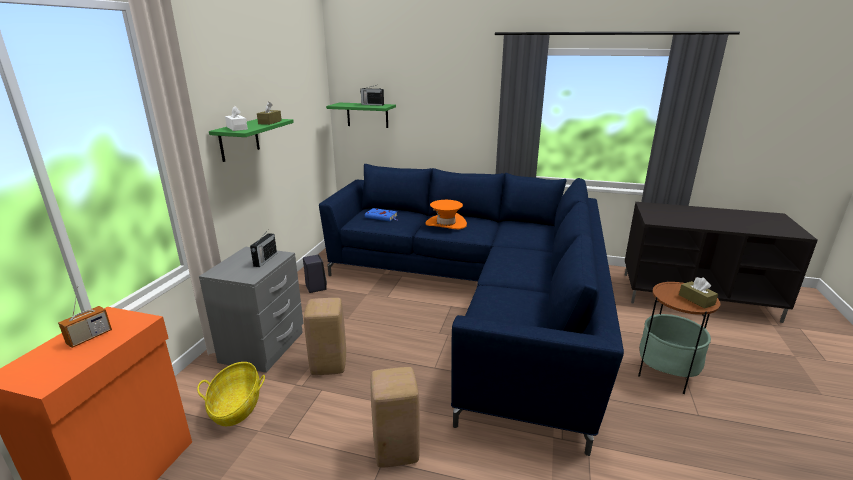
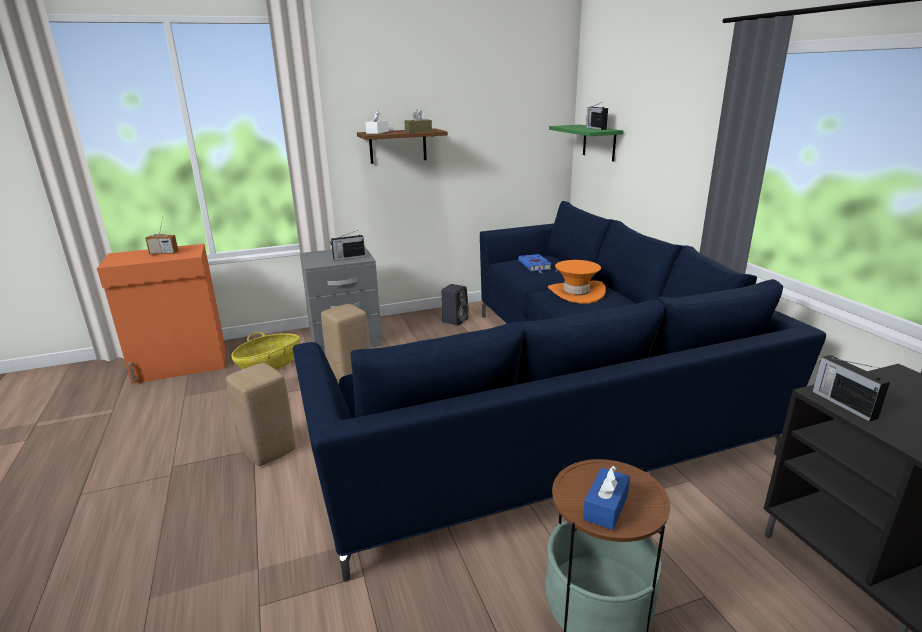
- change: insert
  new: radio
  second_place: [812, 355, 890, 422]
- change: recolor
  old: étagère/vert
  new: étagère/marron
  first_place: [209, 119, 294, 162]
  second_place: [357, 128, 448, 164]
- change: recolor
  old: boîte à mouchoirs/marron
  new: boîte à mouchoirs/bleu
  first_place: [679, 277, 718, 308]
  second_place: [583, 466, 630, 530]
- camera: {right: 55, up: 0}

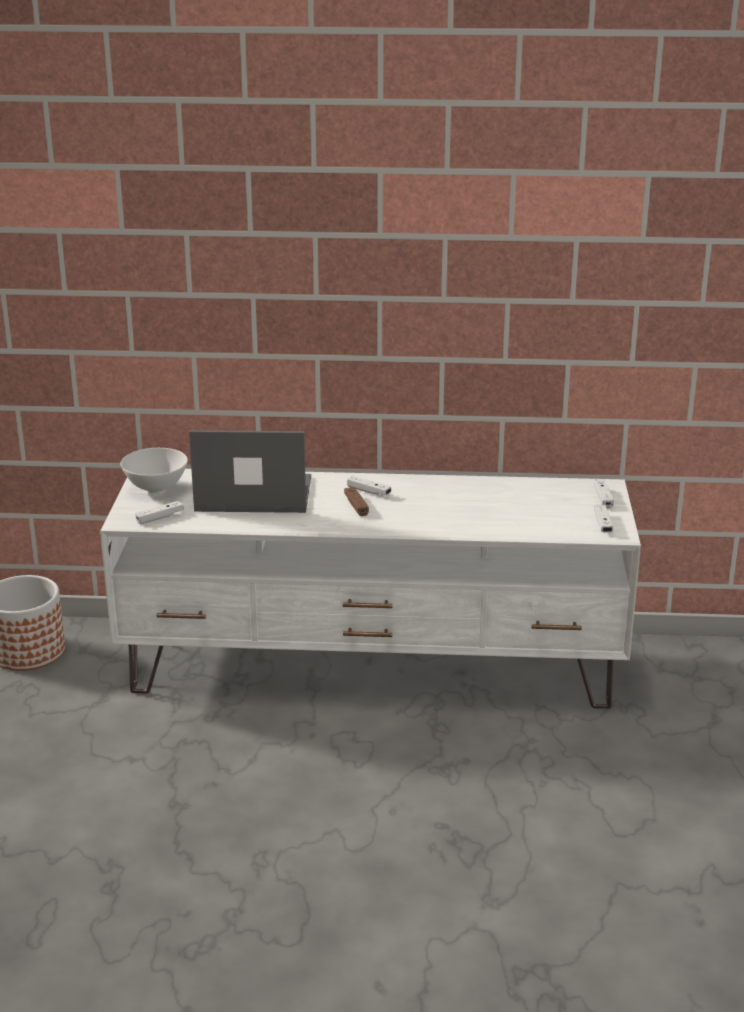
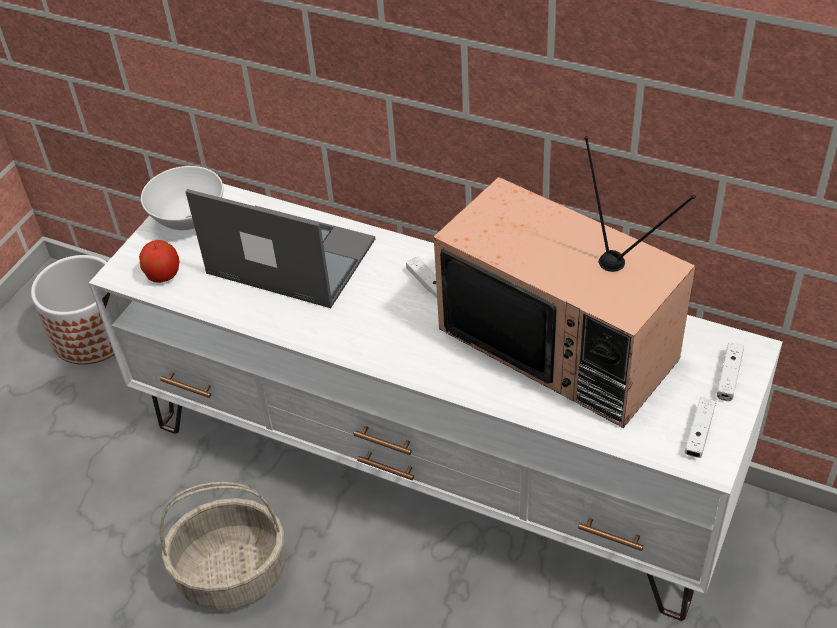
- change: delete
  old: manette/marron
  first_place: [344, 487, 369, 516]
- change: insert
  new: panier
  second_place: [160, 482, 285, 610]
- change: insert
  new: téléviseur
  second_place: [434, 136, 696, 428]
- change: replace
  old: manette/blanc
  new: pomme
  first_place: [135, 501, 184, 525]
  second_place: [139, 240, 180, 283]
- camera: {right: 25, up: 20}

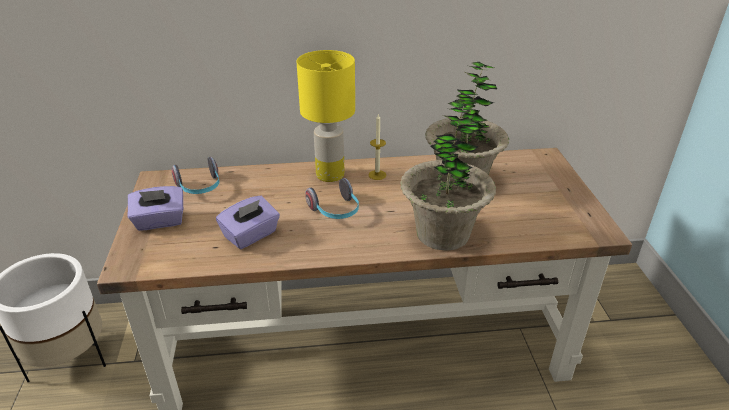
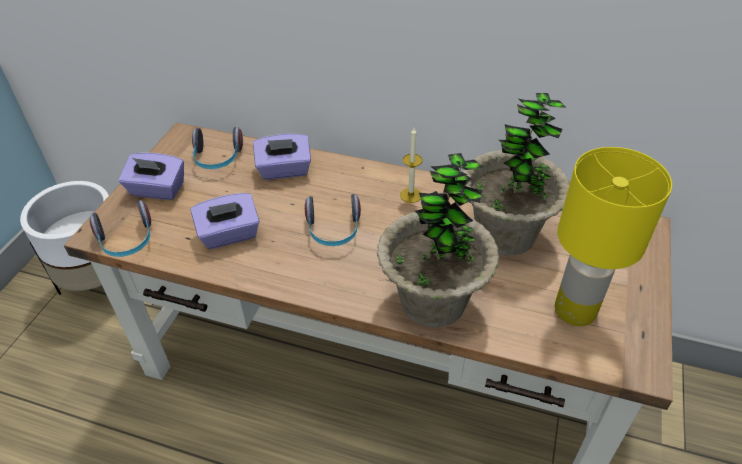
- change: insert
  new: casque audio
  second_place: [90, 200, 151, 257]
- change: insert
  new: boîte à mouchoirs/violet
  second_place: [253, 134, 311, 180]
- change: move
  old: lampe de table/jaune
  first_place: [297, 50, 355, 182]
  second_place: [555, 147, 672, 326]
- camera: {right: 25, up: 10}

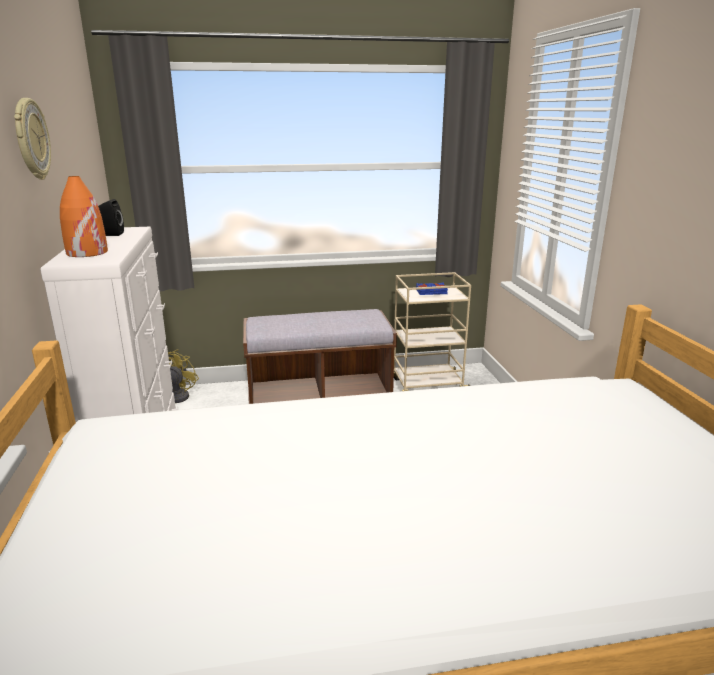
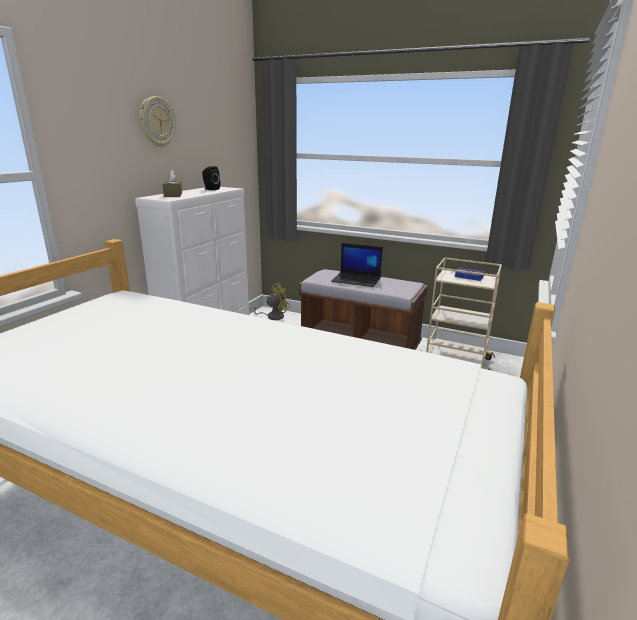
- change: insert
  new: ordinateur portable
  second_place: [331, 243, 383, 287]
- change: replace
  old: vase/orange
  new: boîte à mouchoirs/marron
  first_place: [60, 176, 108, 257]
  second_place: [163, 170, 182, 197]
- camera: {right: 35, up: 0}

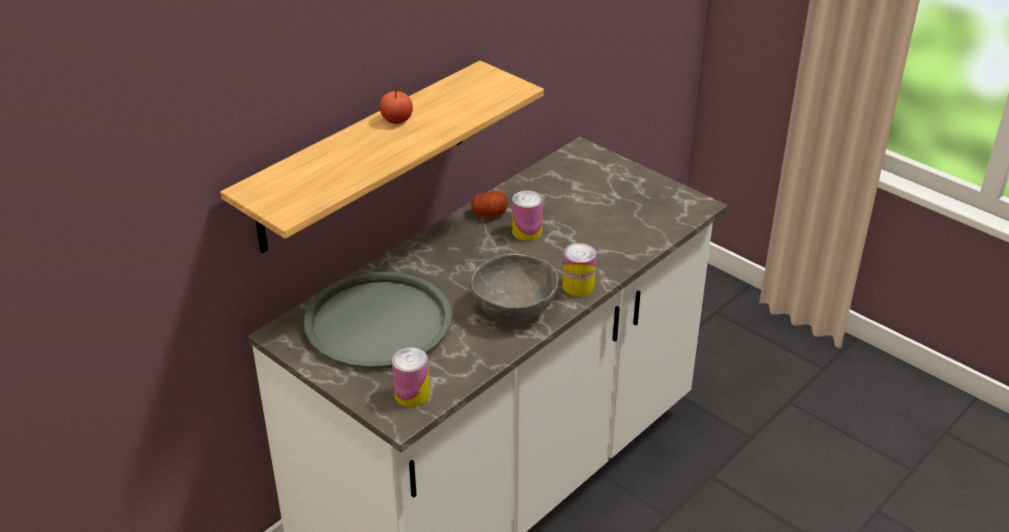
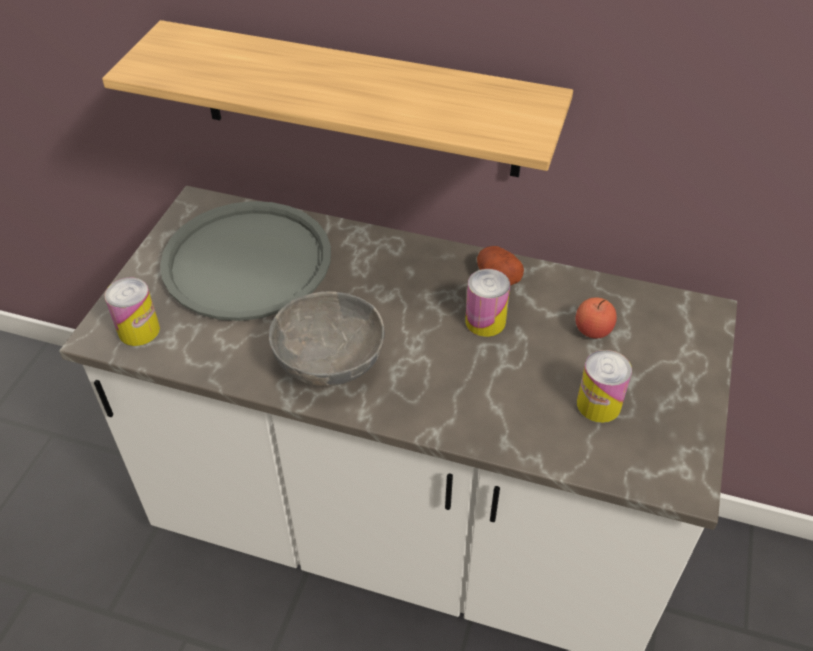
- change: move
  old: pomme
  first_place: [380, 87, 413, 124]
  second_place: [576, 297, 617, 339]
- change: move
  old: boîte métallique
  first_place: [563, 243, 596, 297]
  second_place: [577, 350, 632, 423]
- camera: {right: 65, up: 10}

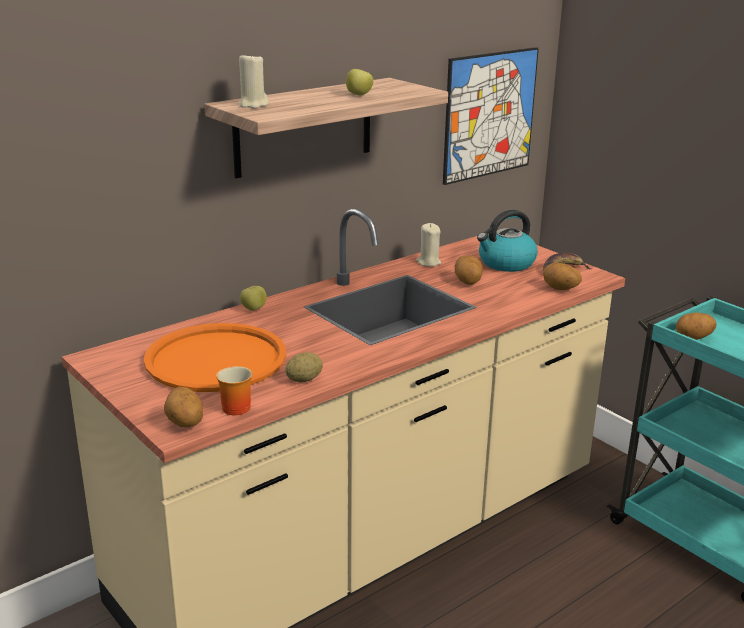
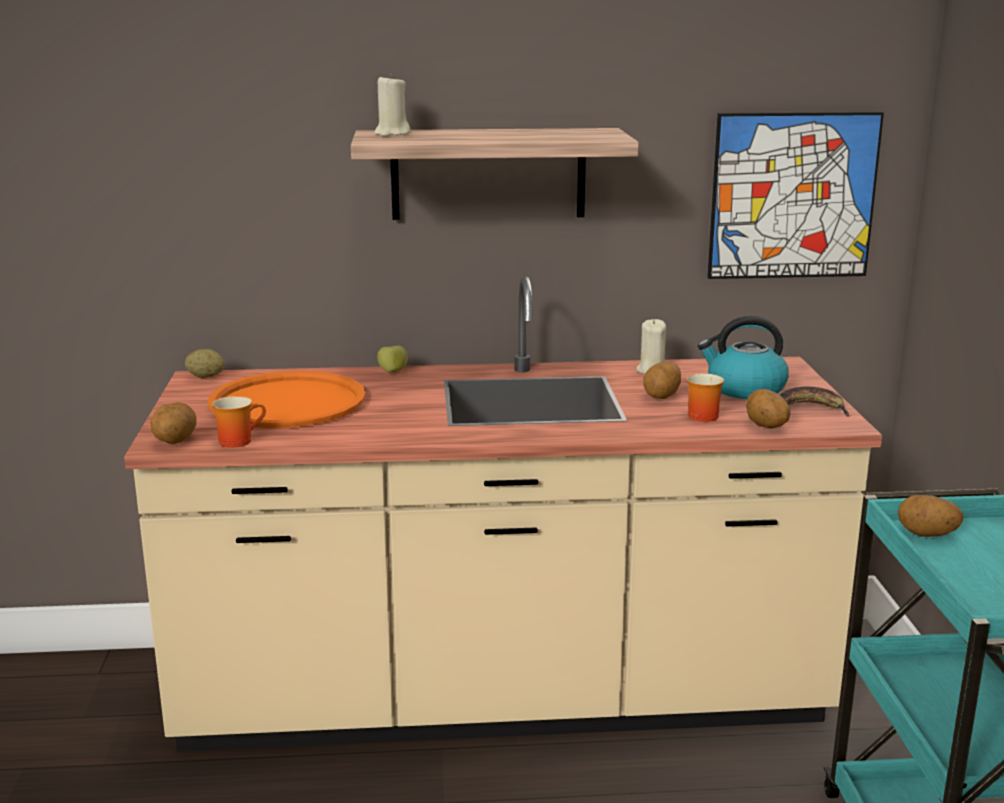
- change: delete
  old: pomme
  first_place: [346, 69, 373, 95]
- change: insert
  new: mug
  second_place: [686, 373, 724, 422]
- change: move
  old: pomme de terre
  first_place: [285, 352, 323, 382]
  second_place: [185, 349, 225, 378]
- camera: {right: 35, up: -5}

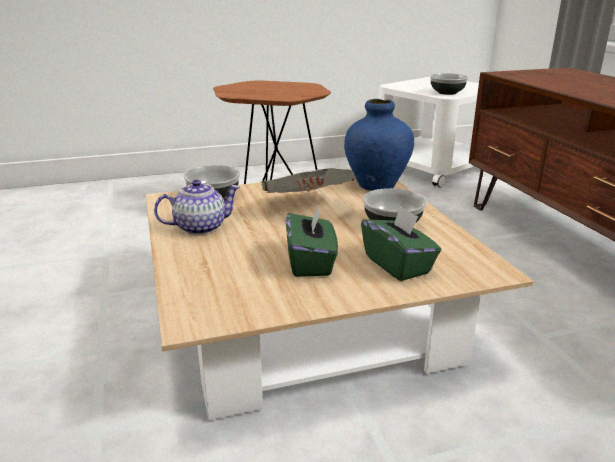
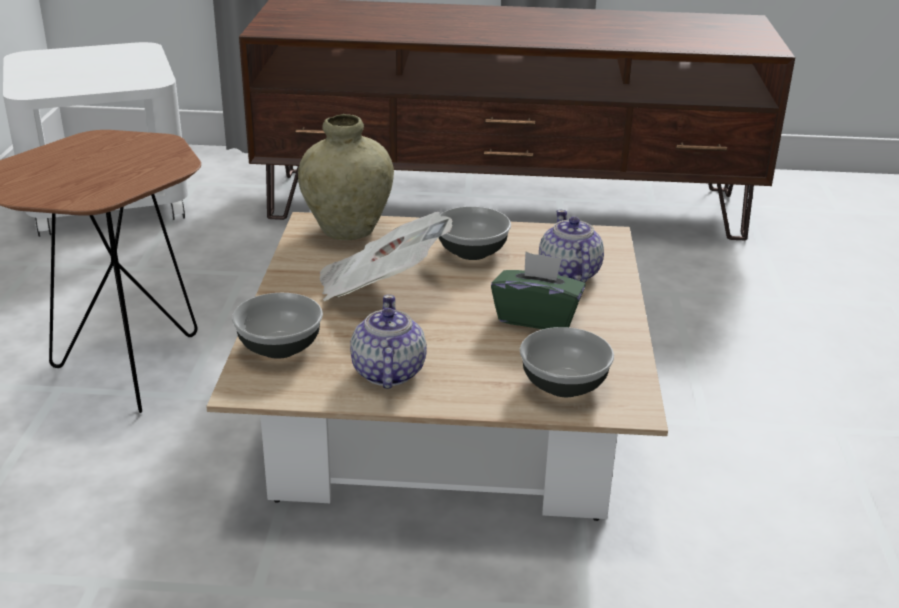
- change: move
  old: bol
  first_place: [430, 73, 468, 95]
  second_place: [520, 327, 614, 397]
- change: replace
  old: boîte à mouchoirs/vert
  new: théière
  first_place: [361, 205, 441, 281]
  second_place: [539, 210, 604, 283]
- change: recolor
  old: vase/bleu
  new: vase/beige
  first_place: [344, 99, 414, 191]
  second_place: [298, 114, 394, 240]
- camera: {right: -70, up: 5}

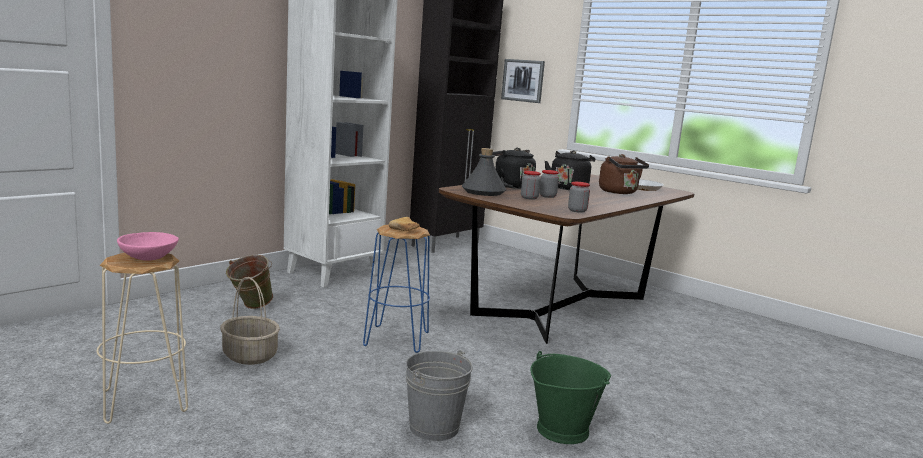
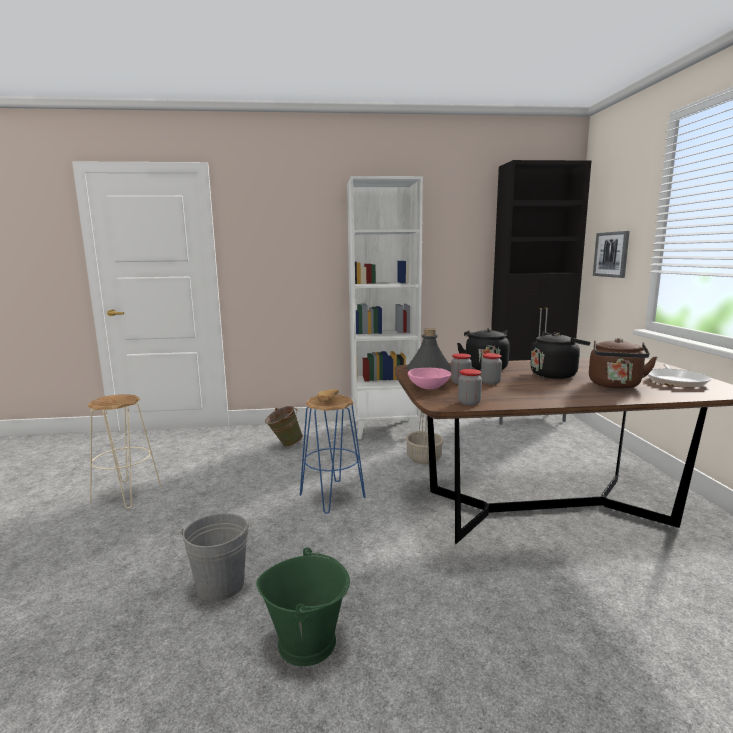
- change: move
  old: bol/rose
  first_place: [117, 232, 179, 261]
  second_place: [408, 368, 451, 389]
- change: move
  old: panier
  first_place: [220, 277, 280, 365]
  second_place: [406, 411, 443, 464]
- camera: {right: 45, up: 0}

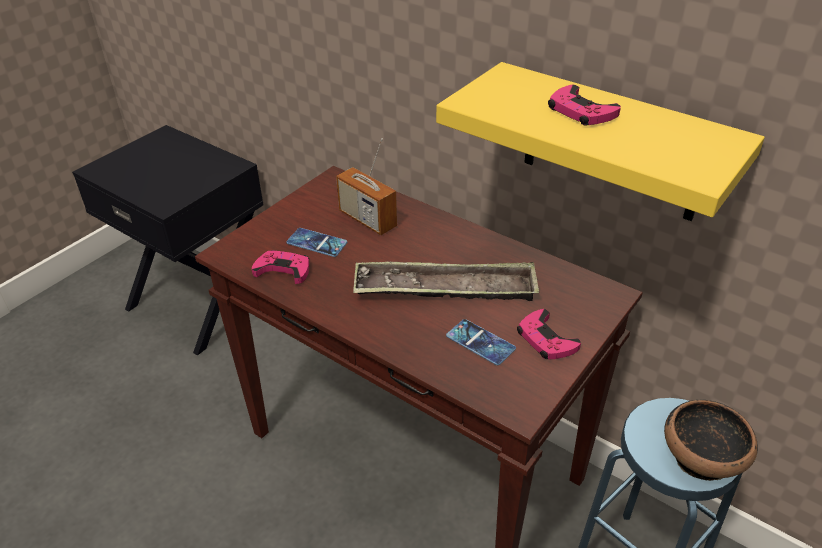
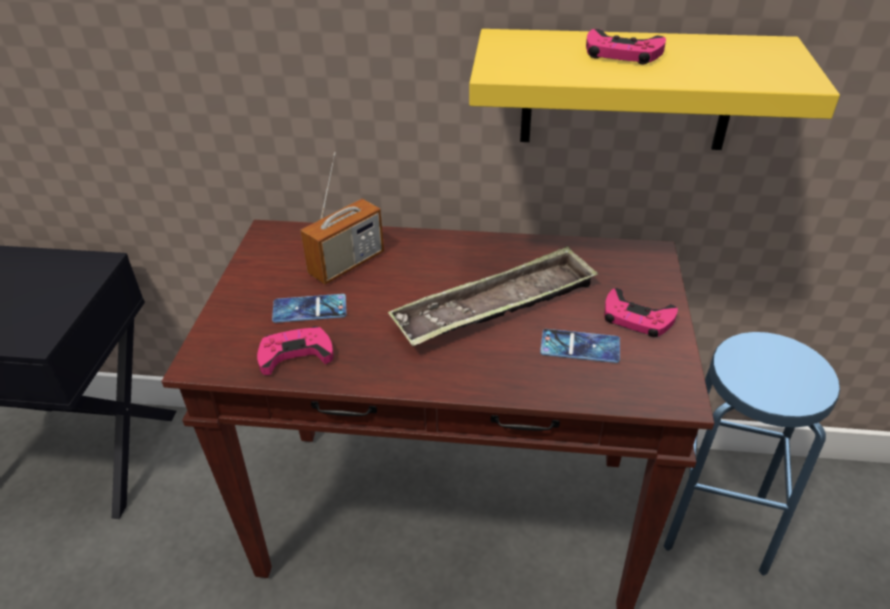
- change: delete
  old: bol
  first_place: [664, 400, 758, 481]
- change: rotate
  old: radio
  first_place: [336, 138, 397, 235]
  second_place: [300, 152, 384, 284]
  degrees: -60
- camera: {right: -30, up: 0}

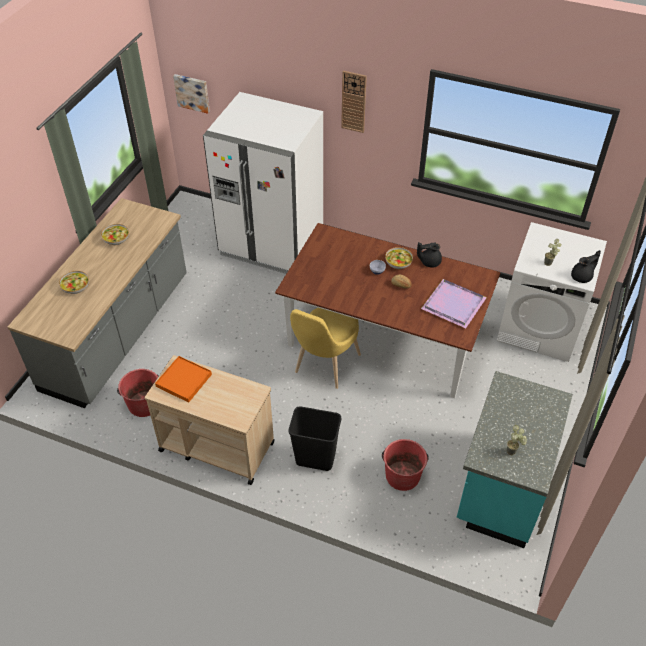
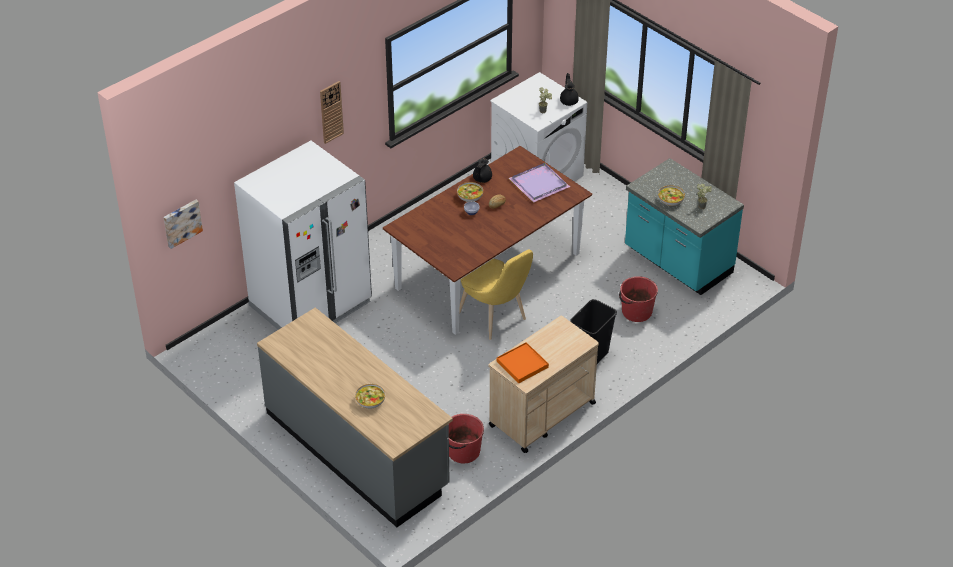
- change: move
  old: bol
  first_place: [101, 224, 129, 245]
  second_place: [658, 185, 685, 206]
- camera: {right: -65, up: -5}

